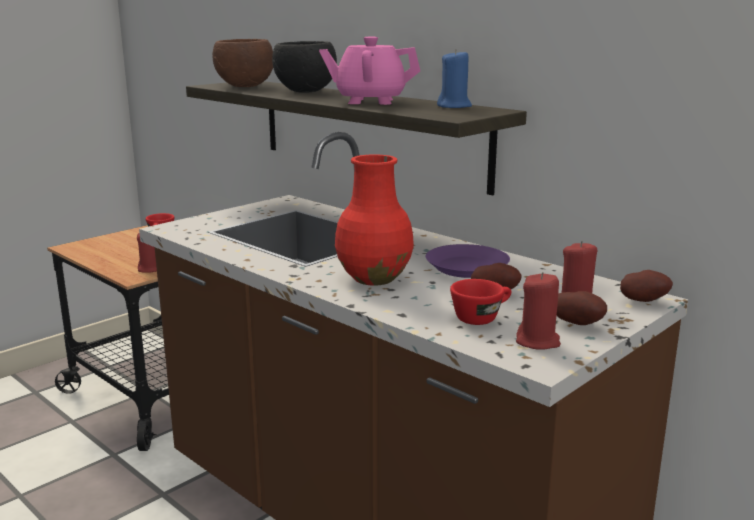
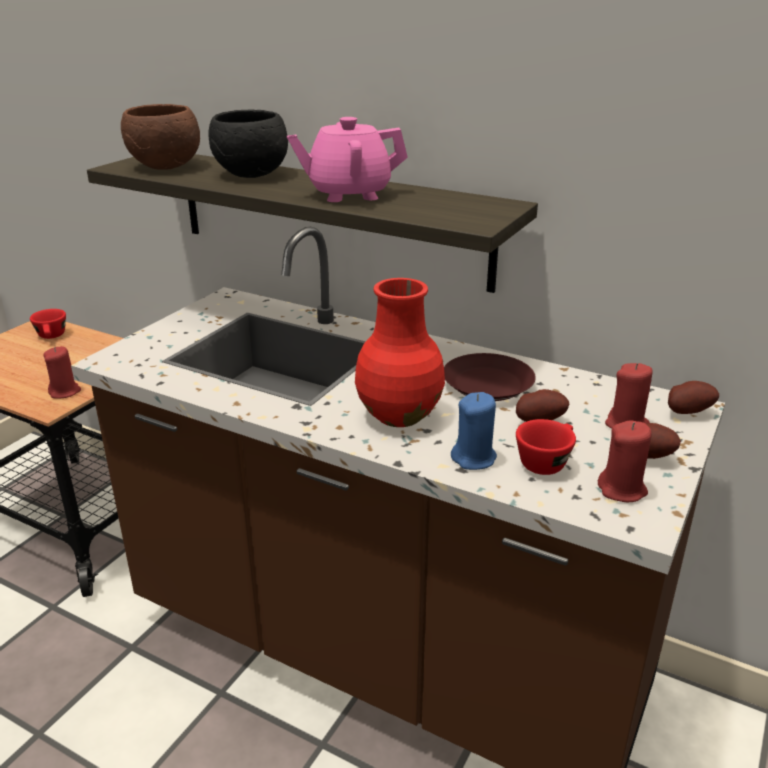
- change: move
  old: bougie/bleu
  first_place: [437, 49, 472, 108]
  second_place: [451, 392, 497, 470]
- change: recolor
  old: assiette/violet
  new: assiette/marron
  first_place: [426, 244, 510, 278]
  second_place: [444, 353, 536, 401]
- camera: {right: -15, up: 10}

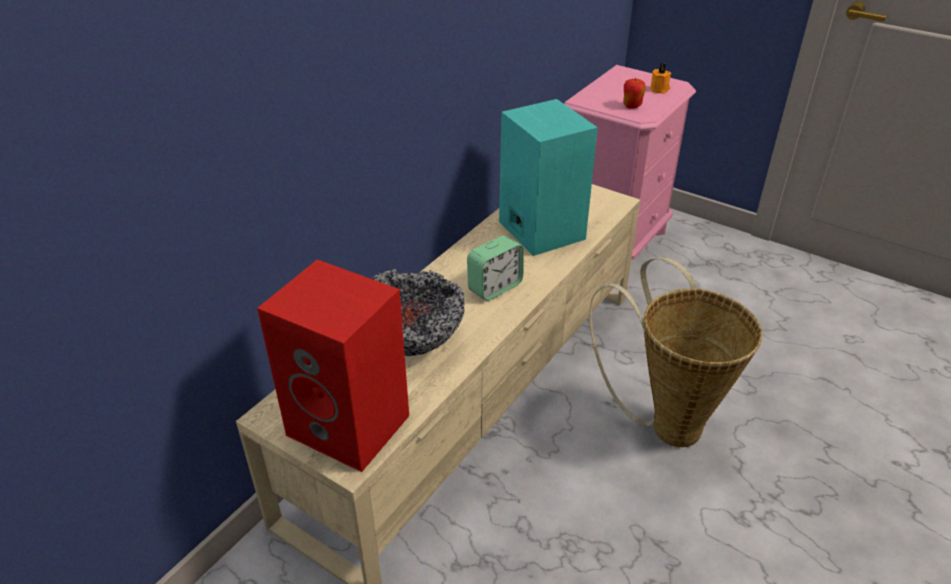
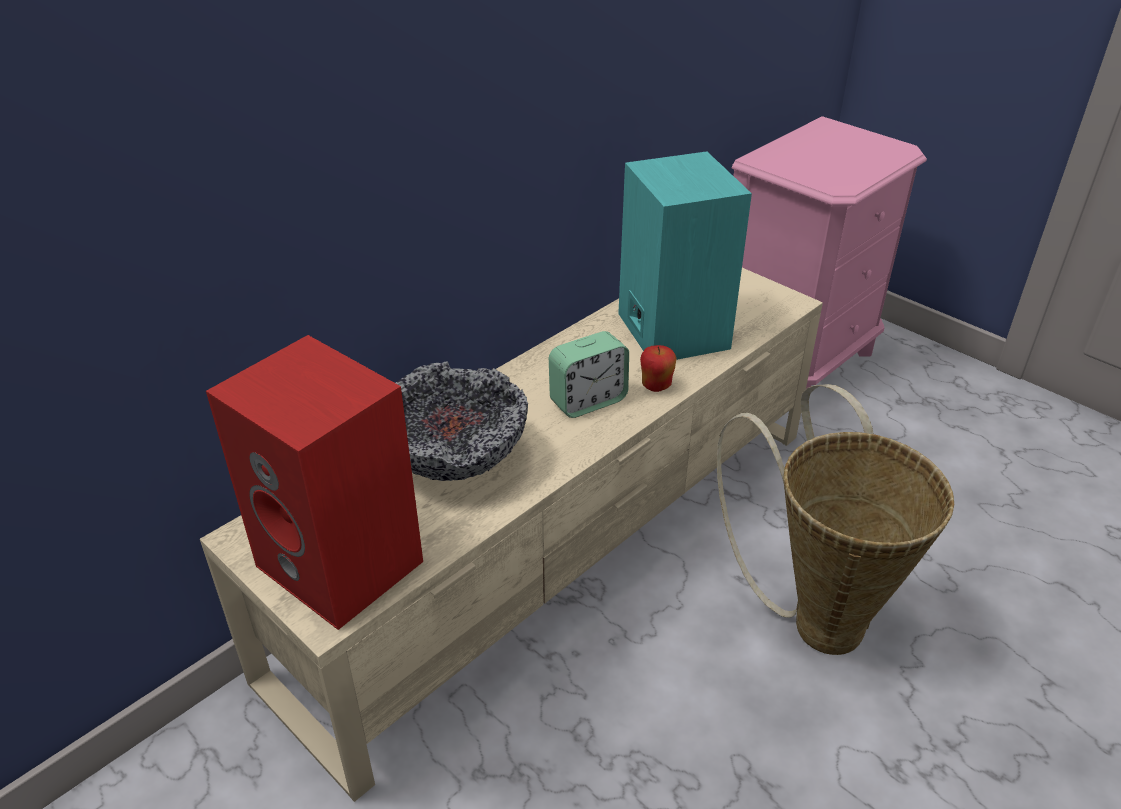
- change: delete
  old: bougie/orange
  first_place: [650, 63, 671, 94]
- change: move
  old: pomme
  first_place: [623, 78, 646, 109]
  second_place: [640, 345, 677, 392]
- camera: {right: 10, up: 0}

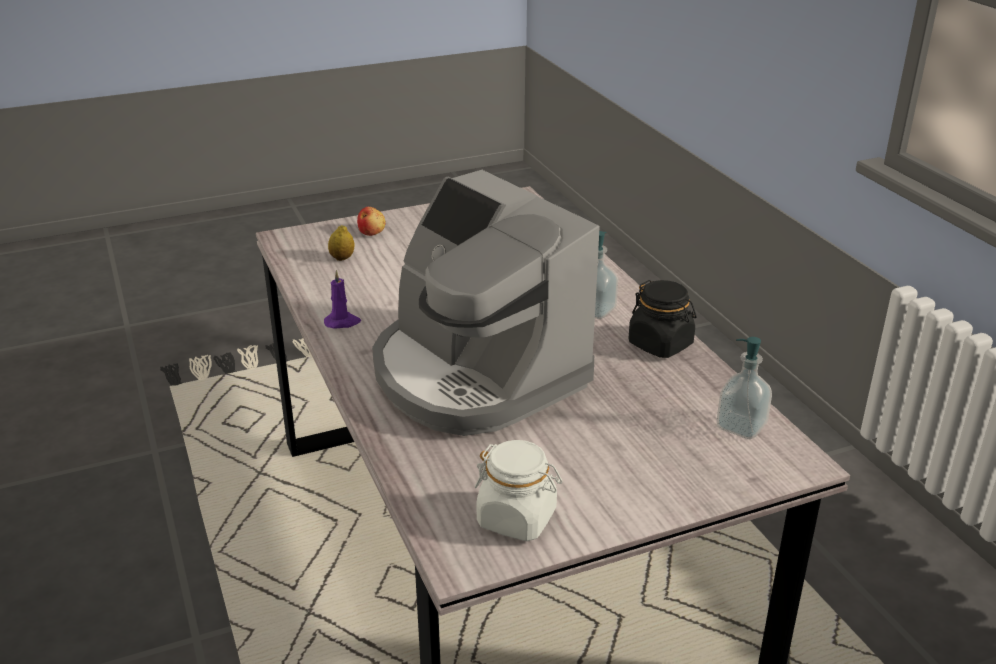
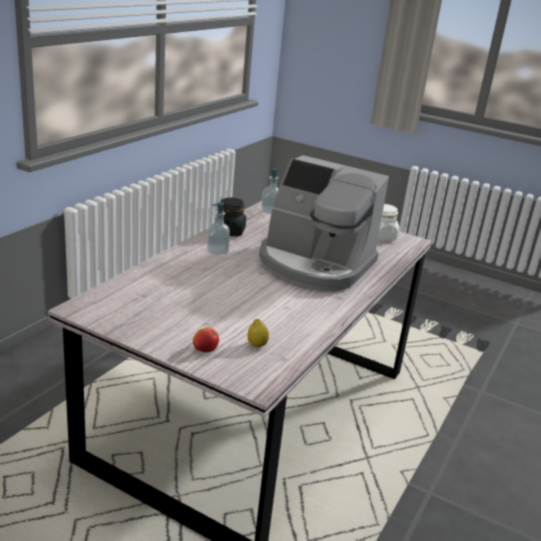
- change: delete
  old: bougie/violet
  first_place: [324, 270, 361, 329]
- change: rotate
  old: machine à café
  first_place: [372, 170, 600, 436]
  second_place: [259, 155, 389, 291]
  degrees: 105
- camera: {right: -130, up: -5}

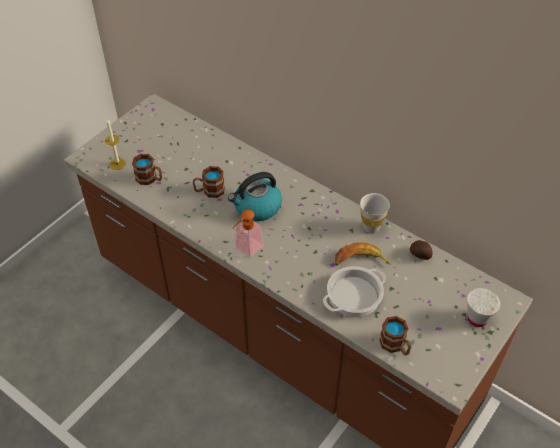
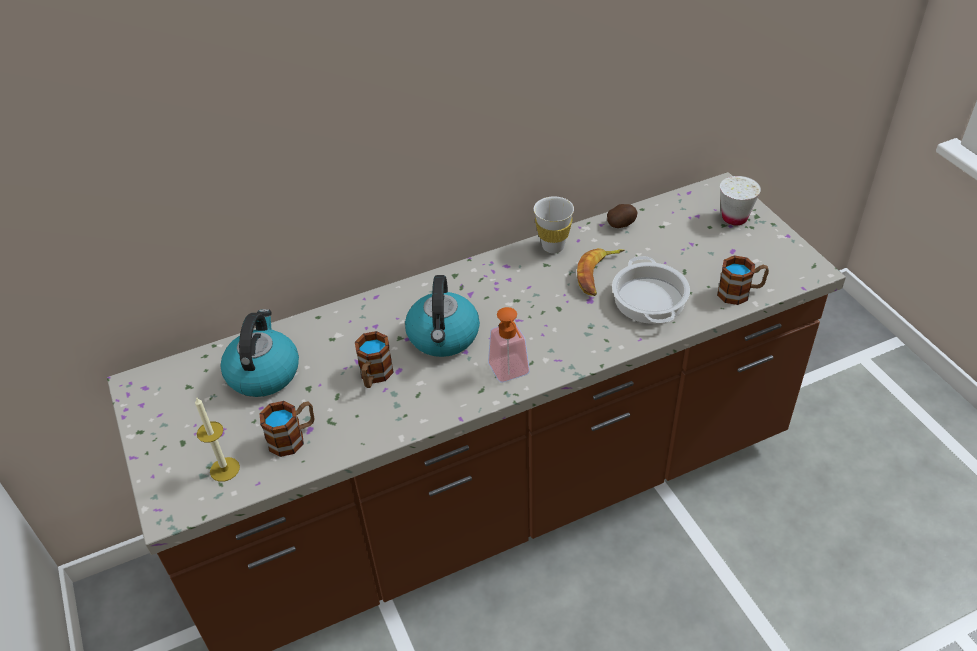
- change: insert
  new: bouilloire
  second_place: [220, 309, 299, 397]
- camera: {right: -60, up: -5}

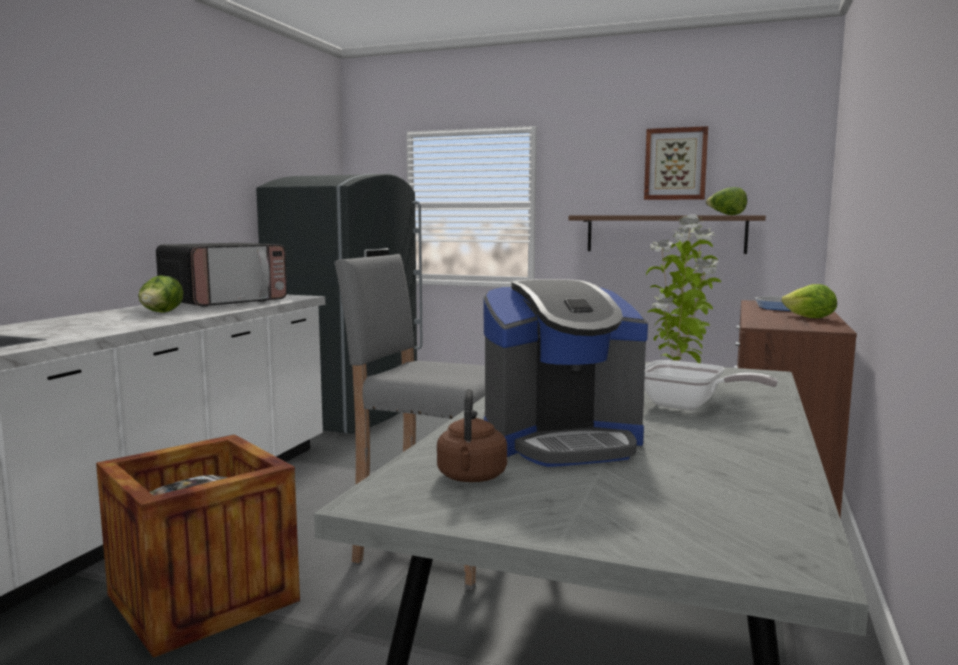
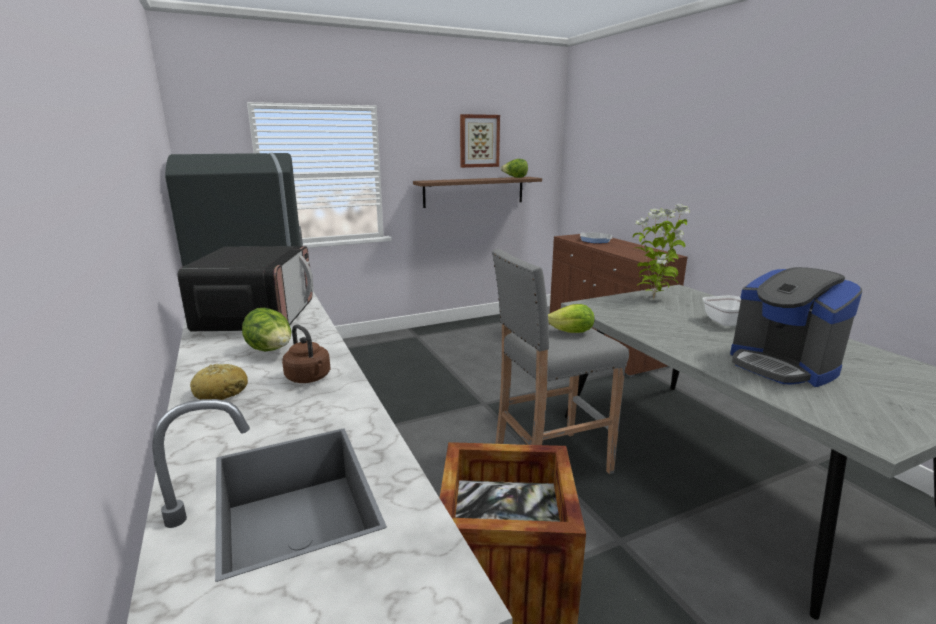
- change: insert
  new: pain
  second_place: [190, 364, 248, 400]
- change: move
  old: bouilloire/marron
  first_place: [437, 389, 507, 482]
  second_place: [282, 324, 331, 383]
- change: move
  old: laitue
  first_place: [782, 284, 837, 318]
  second_place: [548, 304, 595, 333]
- change: rotate
  old: machine à café
  first_place: [484, 279, 648, 467]
  second_place: [730, 267, 862, 387]
  degrees: 120
- camera: {right: -45, up: 10}

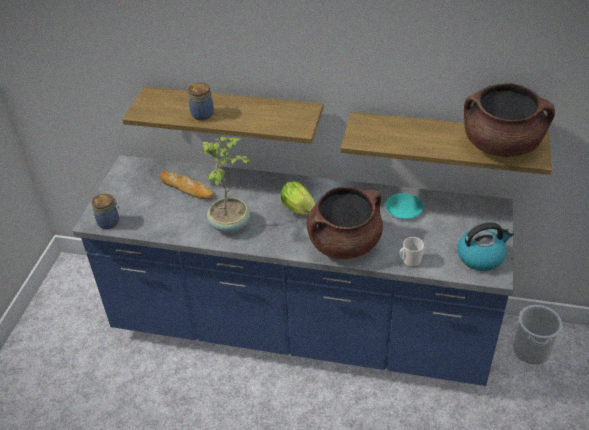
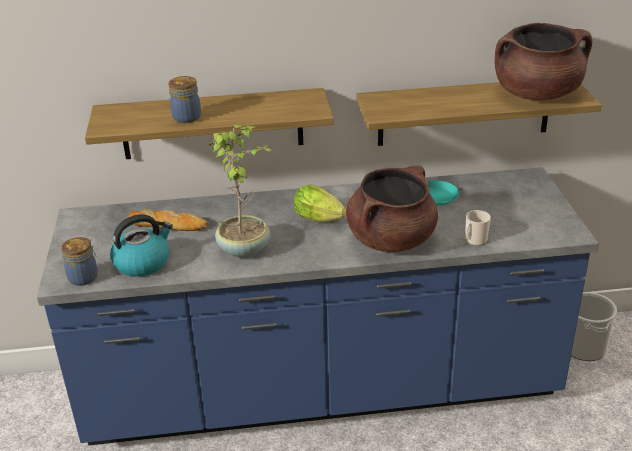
- change: move
  old: bouilloire
  first_place: [457, 222, 514, 271]
  second_place: [110, 214, 173, 277]
- camera: {right: -20, up: -10}

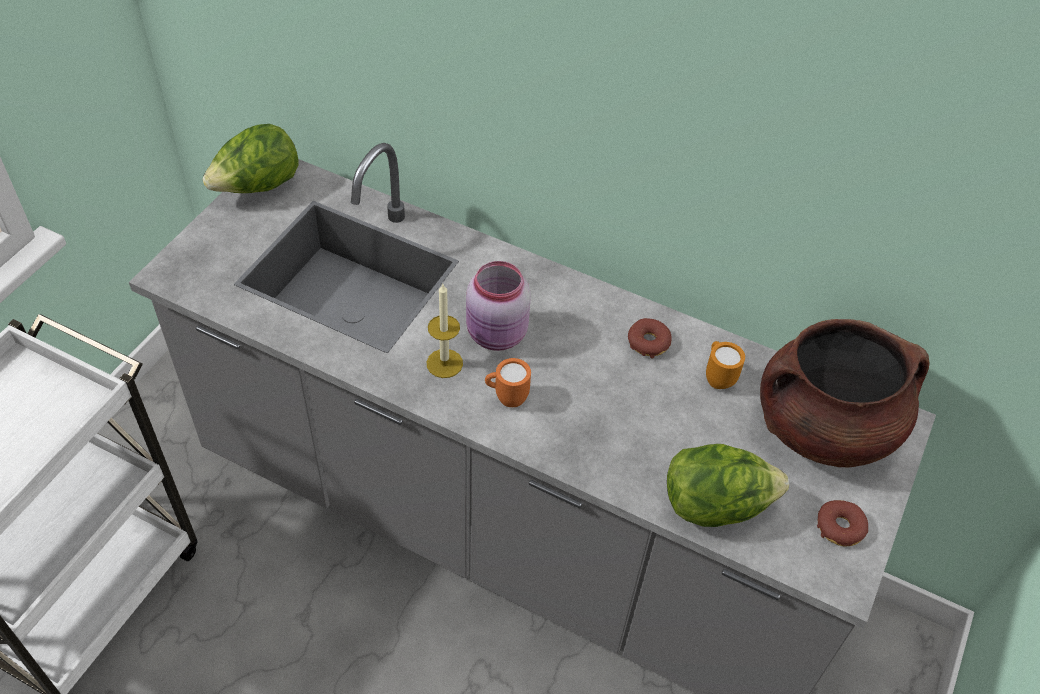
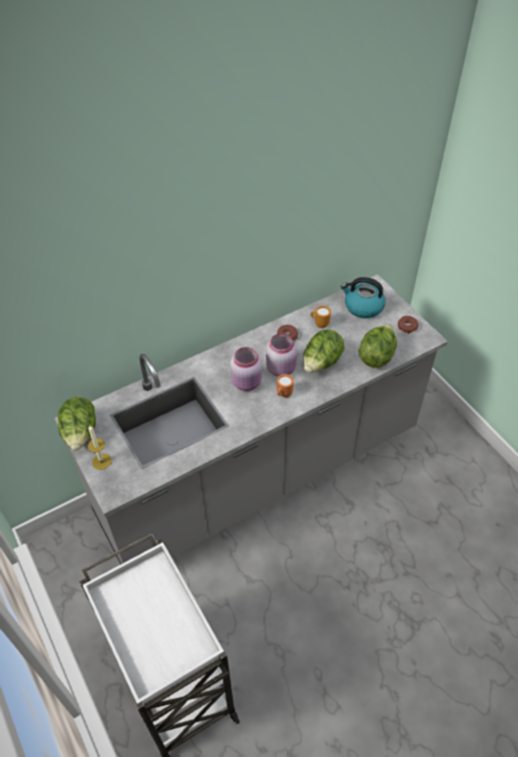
- change: insert
  new: bocal/rose
  second_place: [266, 333, 297, 377]
- change: insert
  new: laitue
  second_place: [303, 329, 345, 373]
- change: move
  old: bougie
  first_place: [426, 284, 463, 378]
  second_place: [88, 426, 112, 470]
- change: replace
  old: marmite/marron
  new: bouilloire
  first_place: [760, 319, 929, 468]
  second_place: [341, 277, 386, 318]
- camera: {right: -55, up: 0}

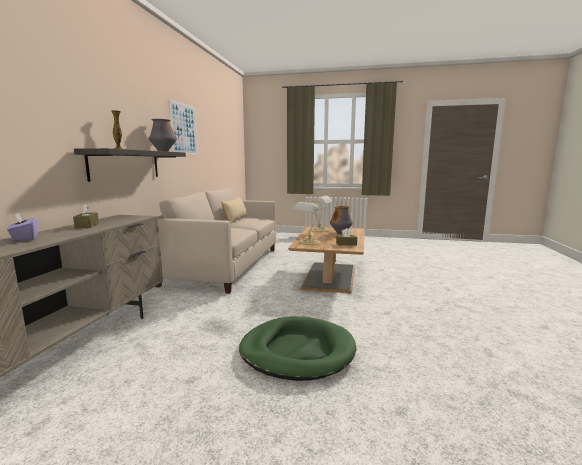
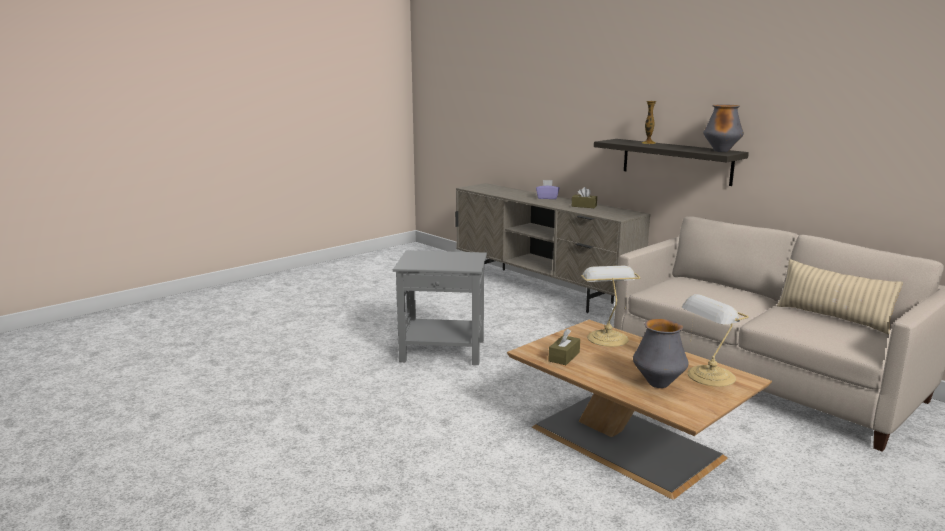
- change: delete
  old: tableau
  first_place: [168, 99, 198, 155]
- change: replace
  old: panier pour chien/vert
  new: table d'appoint/gris
  first_place: [239, 316, 357, 381]
  second_place: [393, 251, 487, 365]
- camera: {right: 125, up: 5}

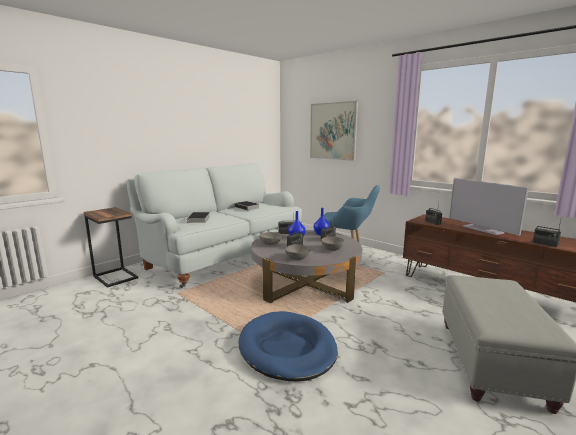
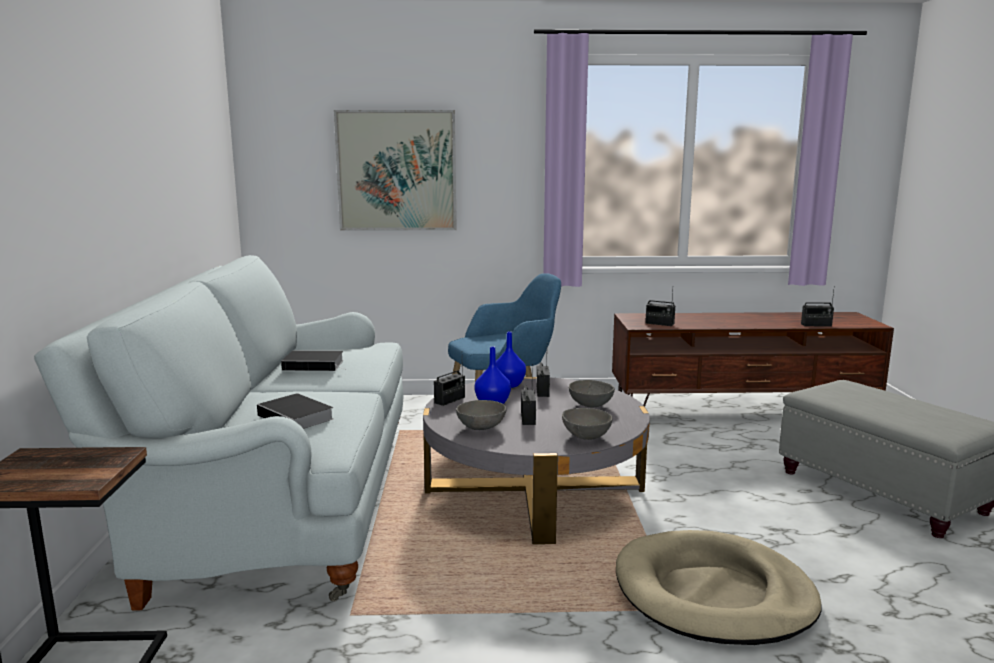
- change: delete
  old: téléviseur
  first_place: [449, 178, 529, 236]
- change: recolor
  old: panier pour chien/bleu
  new: panier pour chien/beige
  first_place: [238, 311, 338, 381]
  second_place: [616, 530, 822, 645]
- camera: {right: -45, up: 0}

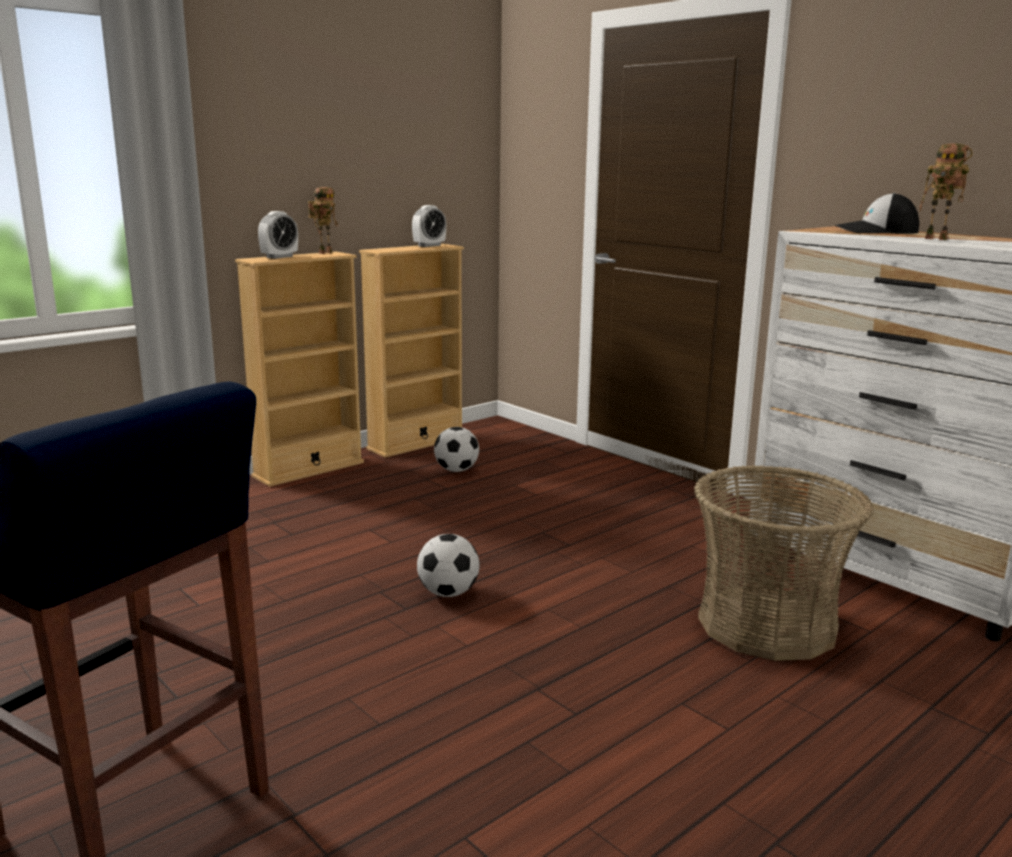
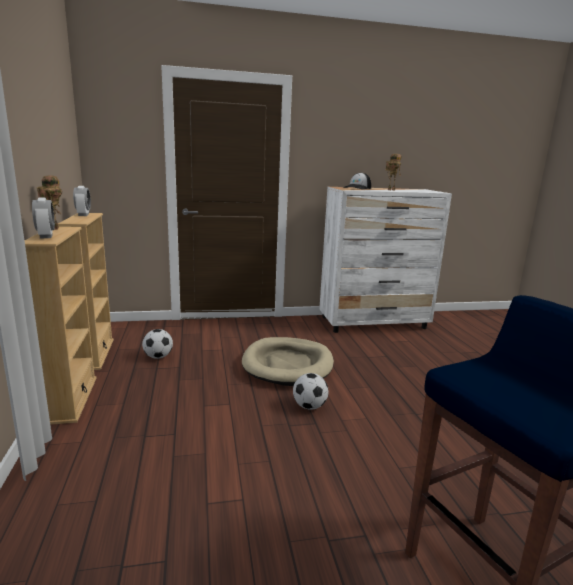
- change: delete
  old: panier
  first_place: [694, 465, 874, 661]
- change: insert
  new: panier pour chien/beige
  second_place: [242, 337, 334, 386]
- camera: {right: -60, up: 0}

